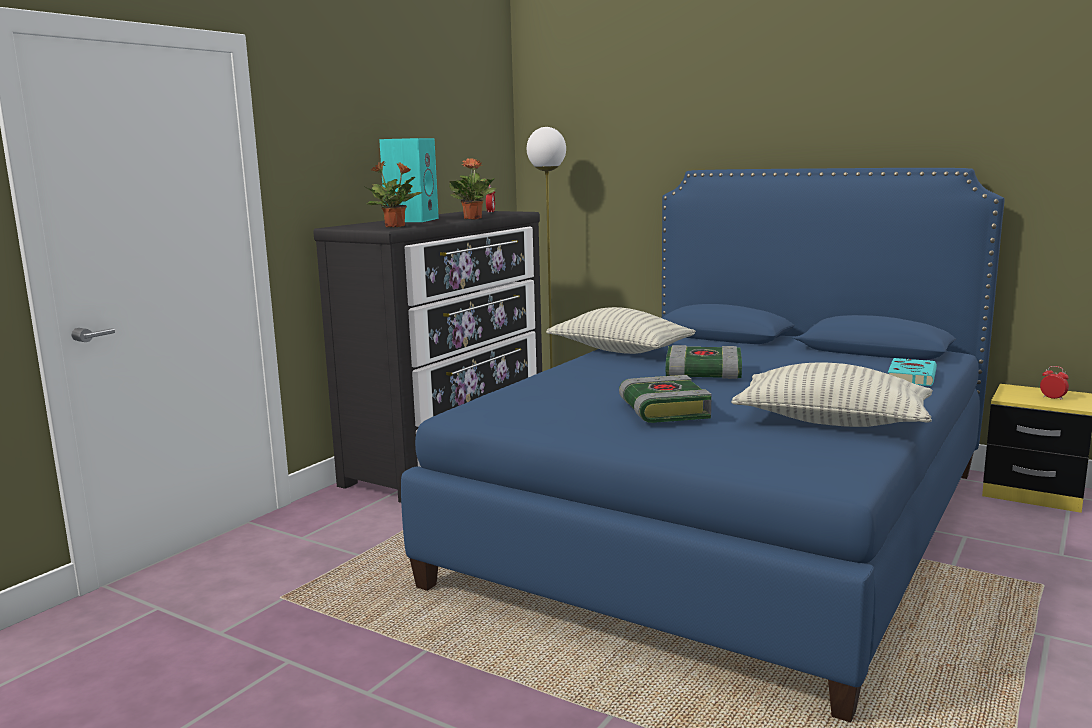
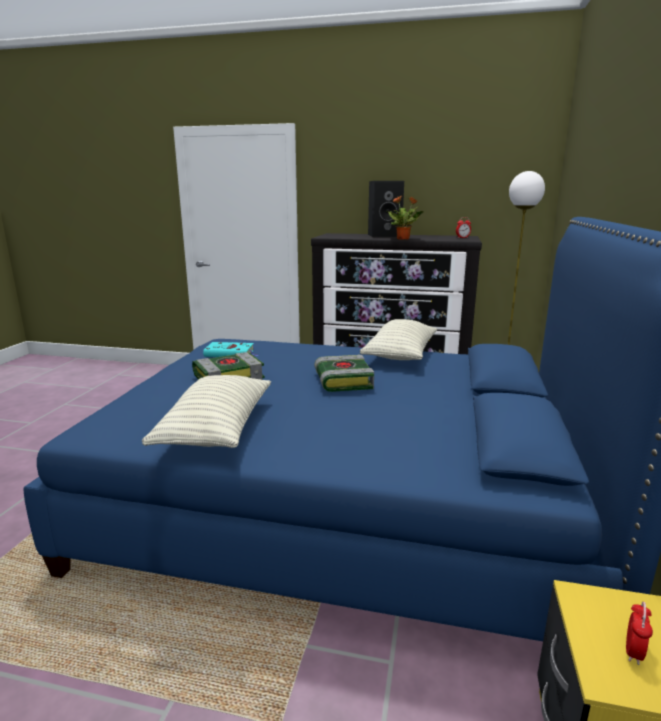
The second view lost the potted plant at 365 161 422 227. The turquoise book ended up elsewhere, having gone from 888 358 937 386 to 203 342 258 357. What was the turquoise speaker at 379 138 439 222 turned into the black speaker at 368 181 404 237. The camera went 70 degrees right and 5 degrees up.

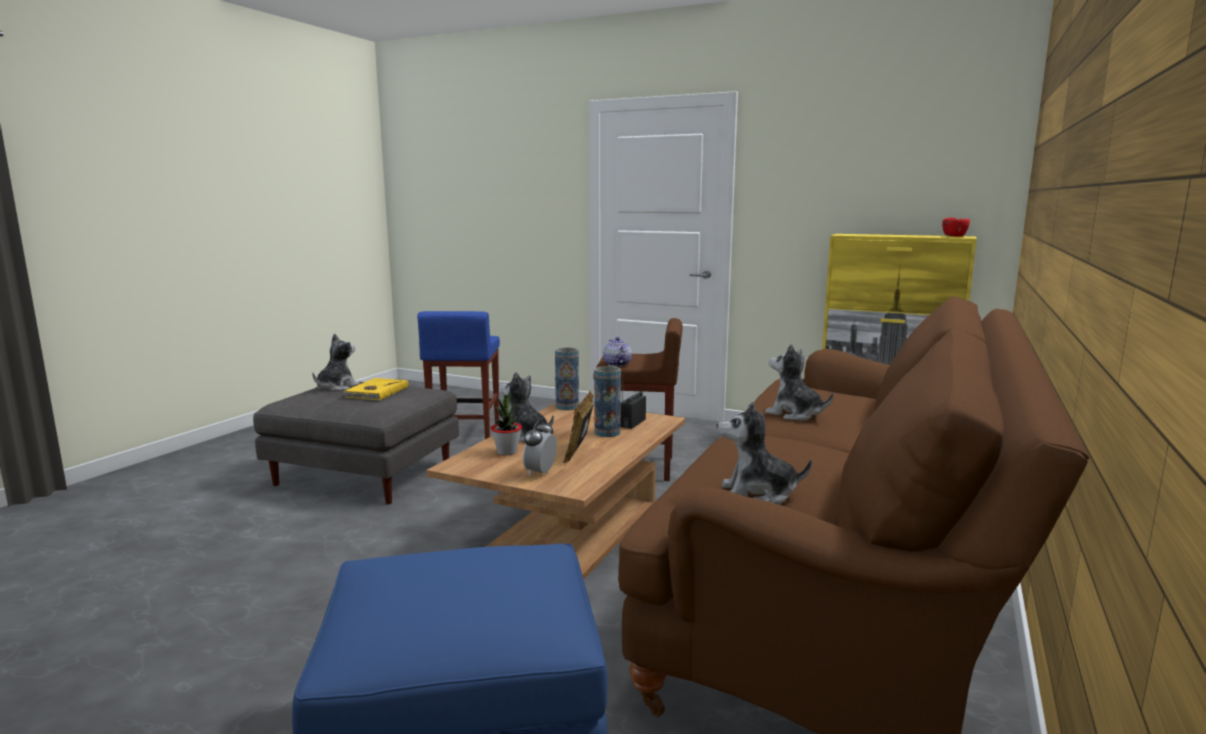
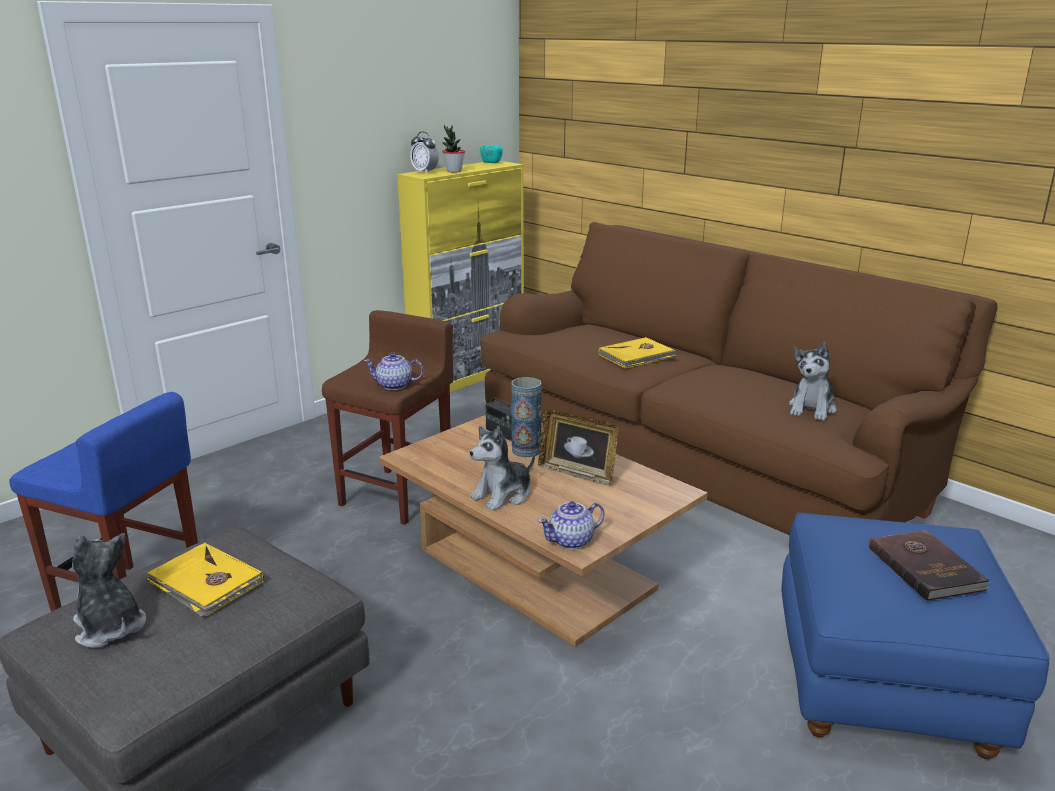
The second view lost the vase at 555 348 579 410. The second view gained the teapot at 538 501 604 549. The second view gained the brown book at 869 530 990 601. The potted plant ended up elsewhere, having gone from 491 392 522 455 to 442 125 465 173. The alarm clock ended up elsewhere, having gone from 523 418 557 476 to 410 132 439 174. Where the plush toy stood at 765 344 833 421, the yellow book came to stand at 599 337 677 369. What was the red bowl at 942 218 970 236 turned into the turquoise bowl at 480 145 503 163. The camera went 70 degrees left and 10 degrees up.

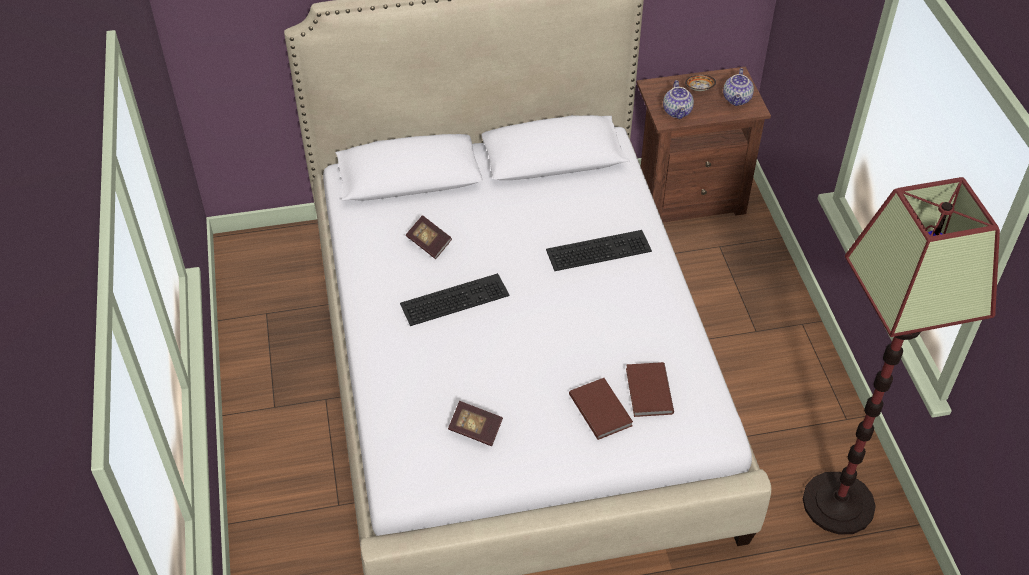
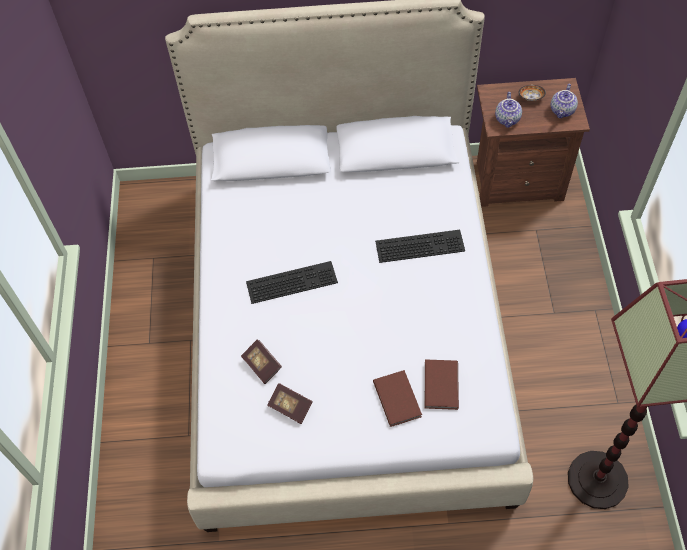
The book ended up elsewhere, having gone from 406 215 452 259 to 241 339 282 384. The camera went 10 degrees right and 10 degrees up.

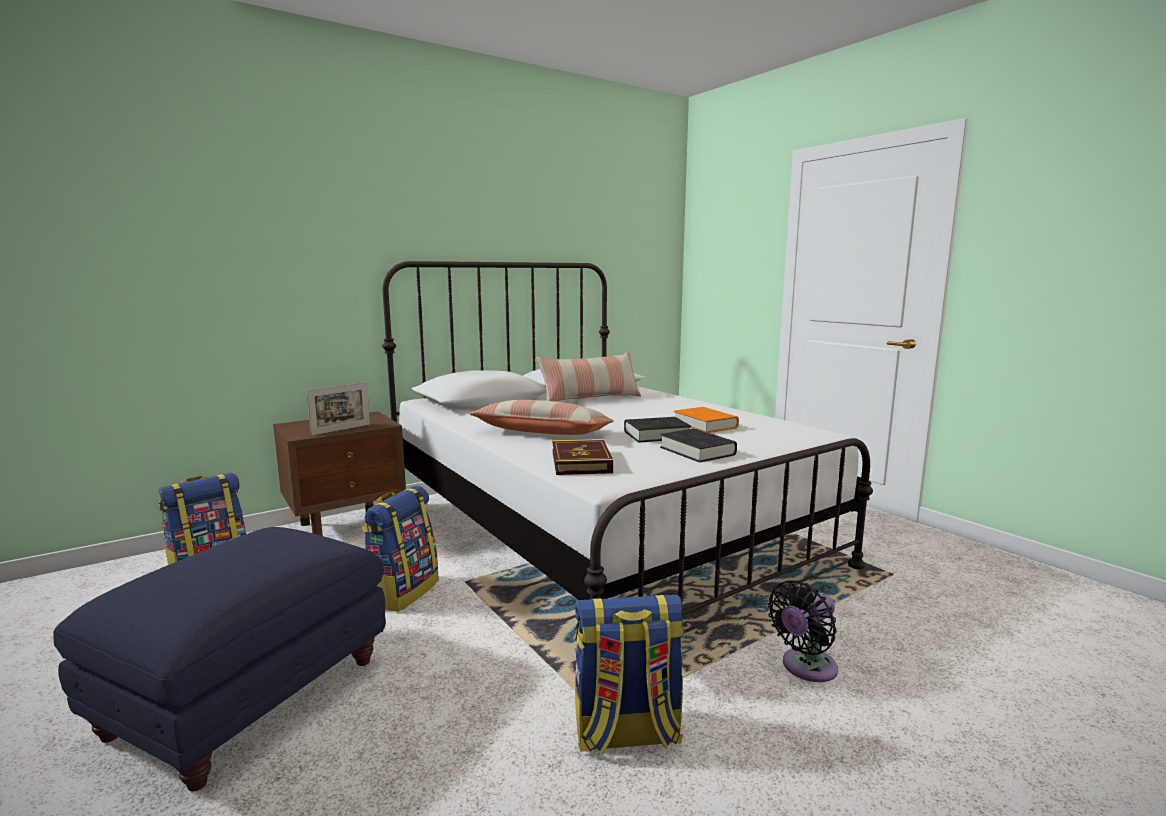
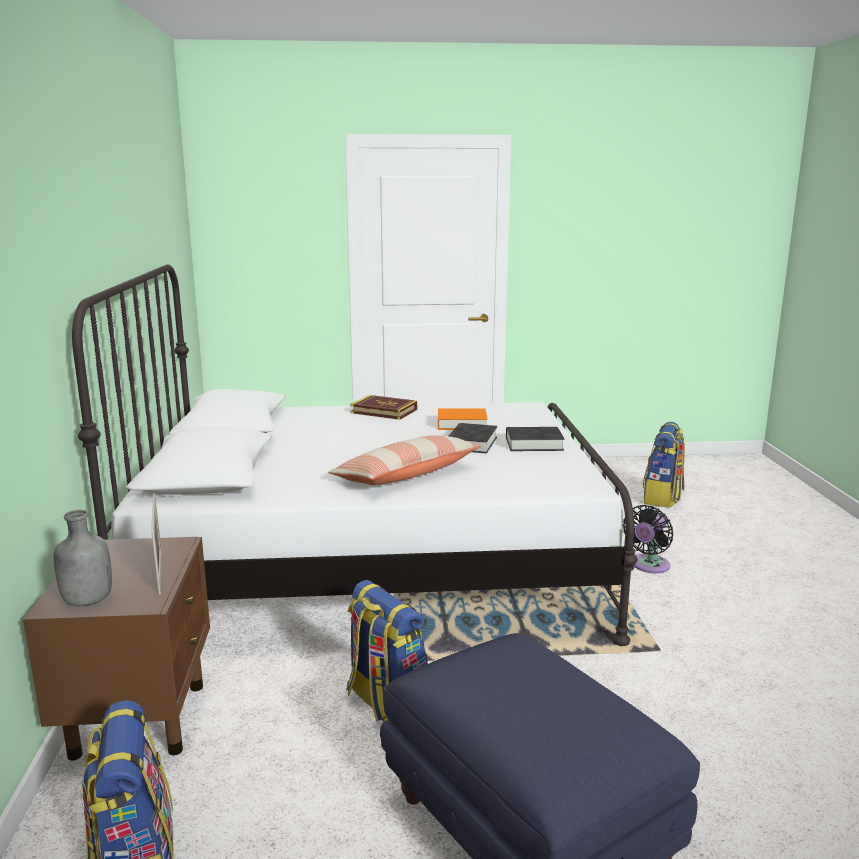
The second view lost the pillow at 536 352 641 402. The second view gained the grey bottle at 54 510 112 606. The book ended up elsewhere, having gone from 552 439 613 475 to 350 395 417 420. The backpack ended up elsewhere, having gone from 575 594 684 754 to 643 422 685 508. The black fan at 768 580 838 682 ended up facing another way, 45 degrees clockwise from before. The camera went 60 degrees left and 5 degrees up.

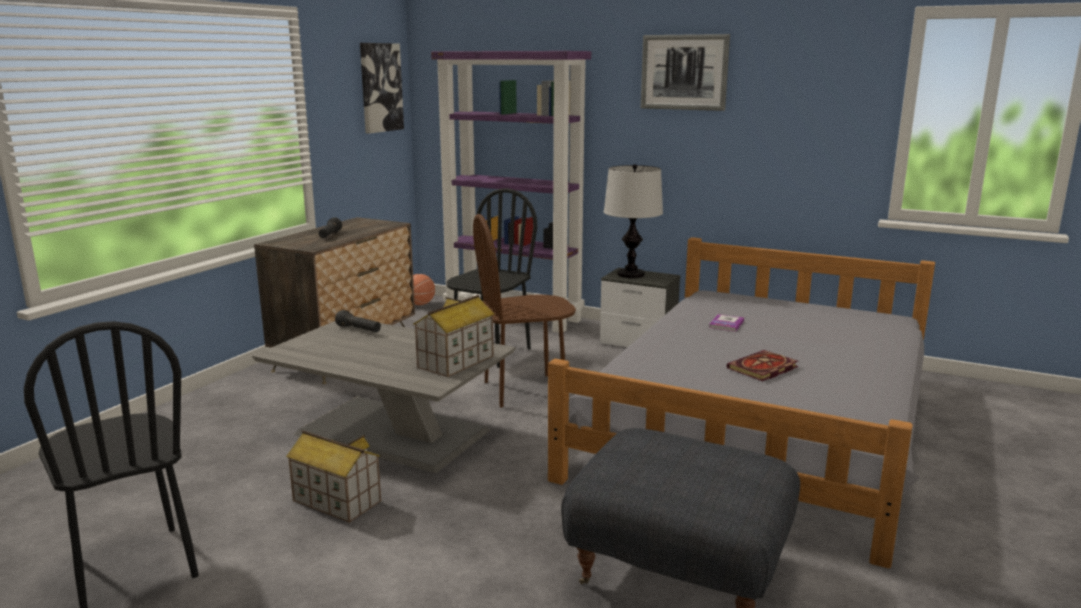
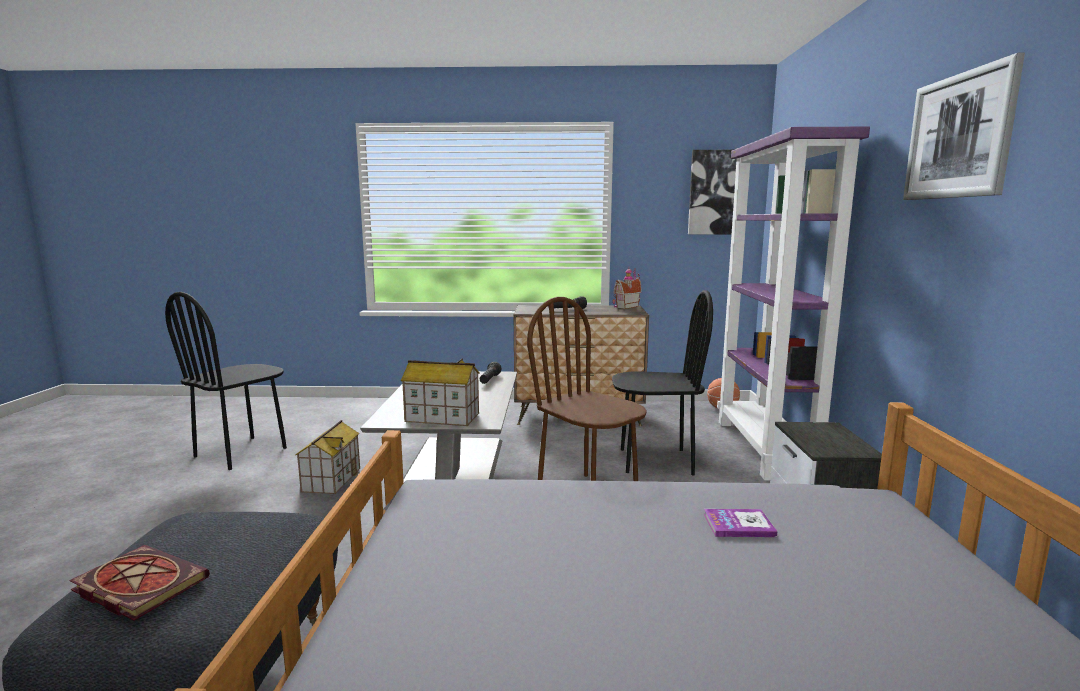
The second view lost the table lamp at 604 164 663 278. The second view gained the toy house at 613 267 642 309. The book ended up elsewhere, having gone from 727 350 799 381 to 69 545 210 621. The camera went 65 degrees right and 5 degrees down.

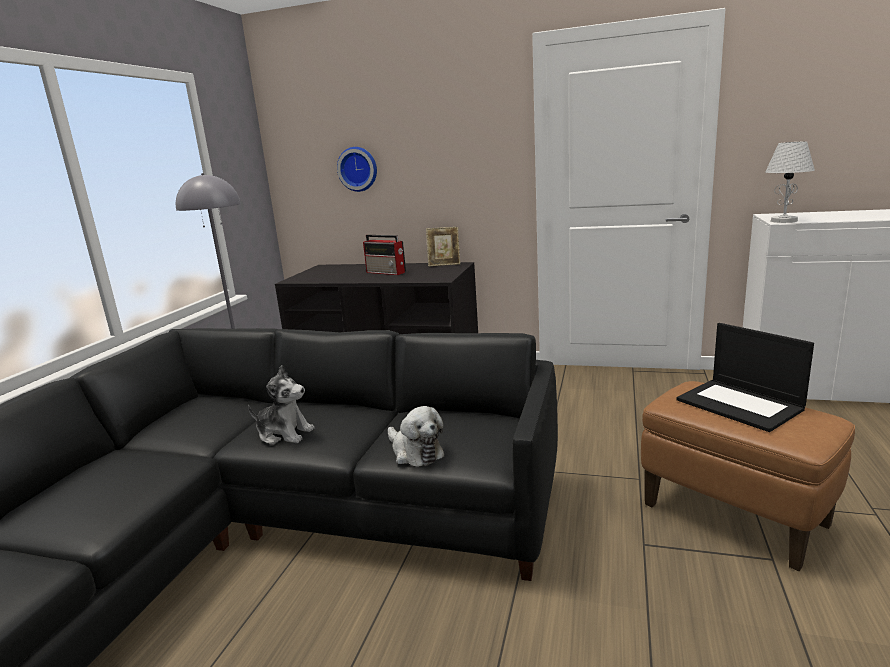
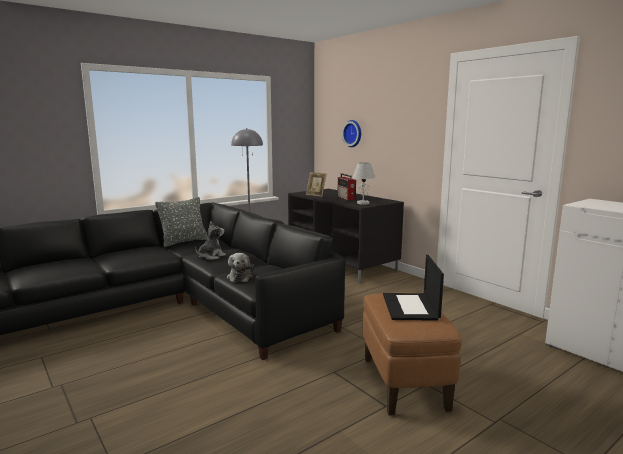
The second view gained the grey pillow at 155 197 208 247. The picture frame ended up elsewhere, having gone from 426 227 460 267 to 306 172 327 197. The white table lamp ended up elsewhere, having gone from 765 141 815 223 to 353 162 375 205. The plush toy at 248 365 315 445 ended up facing another way, 105 degrees counterclockwise from before. The camera went 35 degrees right and 5 degrees down.

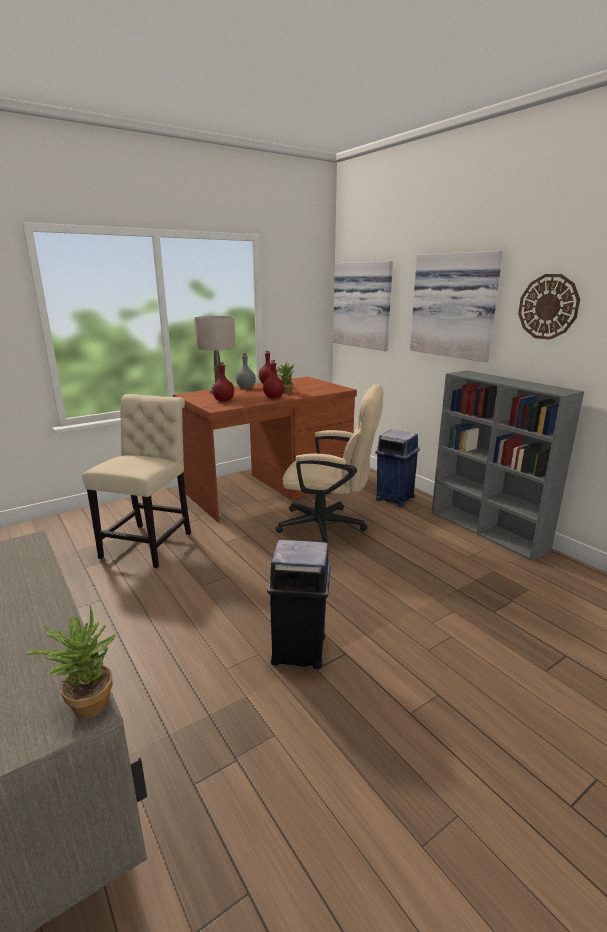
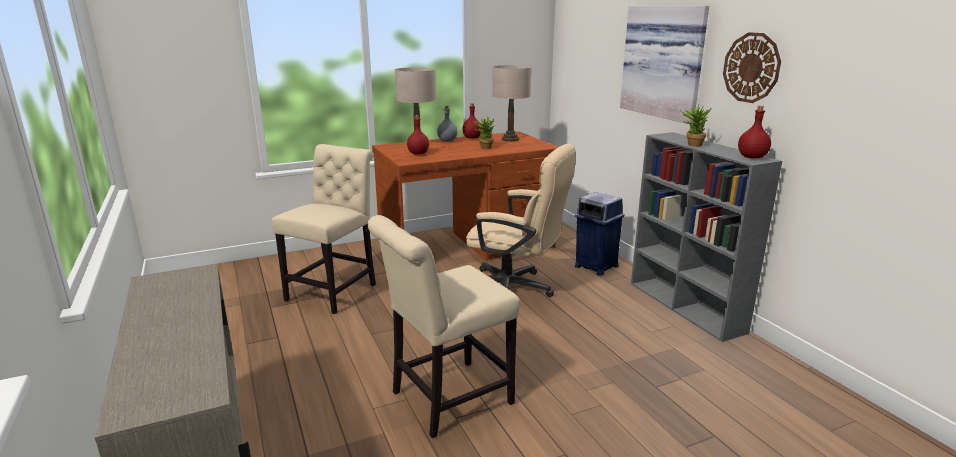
The second view lost the picture at 333 261 393 351. The second view gained the beige table lamp at 492 65 531 142. The potted plant ended up elsewhere, having gone from 26 604 116 719 to 681 104 711 147. The red bottle ended up elsewhere, having gone from 263 360 284 398 to 738 106 771 159. Where the blue trash can stood at 267 540 331 669, the beige chair came to stand at 368 215 520 438. The camera went 10 degrees right and 0 degrees up.

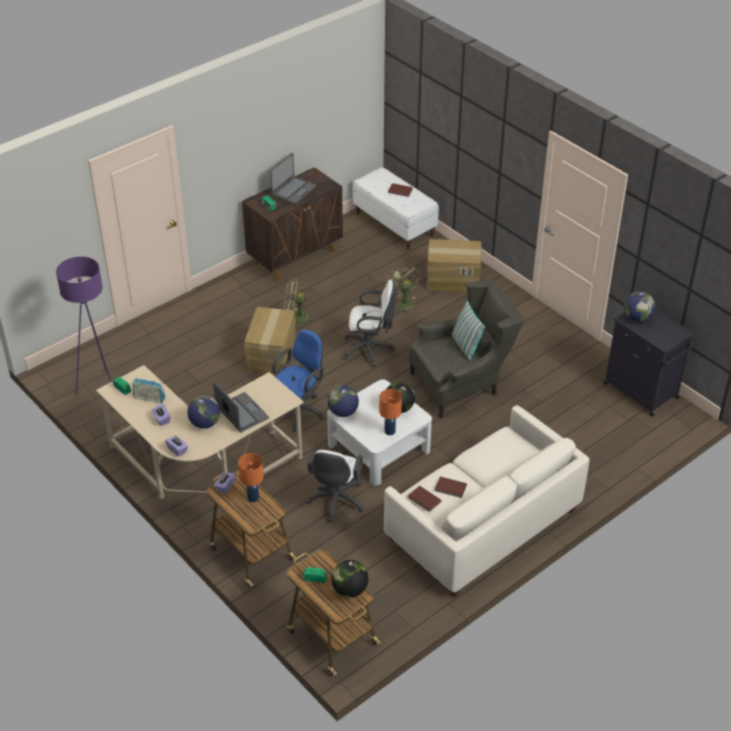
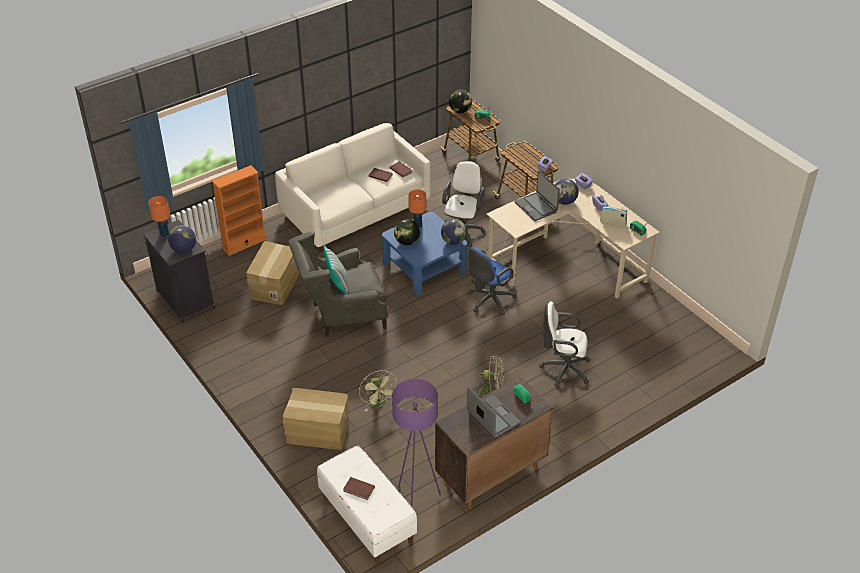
The second view gained the orange bookcase at 212 165 267 256. The purple floor lamp ended up elsewhere, having gone from 56 257 112 395 to 392 379 441 507. The orange table lamp ended up elsewhere, having gone from 238 453 264 502 to 148 196 170 237. The cardboard box ended up elsewhere, having gone from 244 307 296 375 to 247 241 299 305. The white office chair ended up elsewhere, having gone from 342 280 396 366 to 539 302 590 387. What was the white coffee table at 327 379 432 486 turned into the blue coffee table at 382 212 467 296. The laptop at 270 153 317 205 ended up facing another way, 105 degrees clockwise from before. The camera went 175 degrees left and 0 degrees up.

